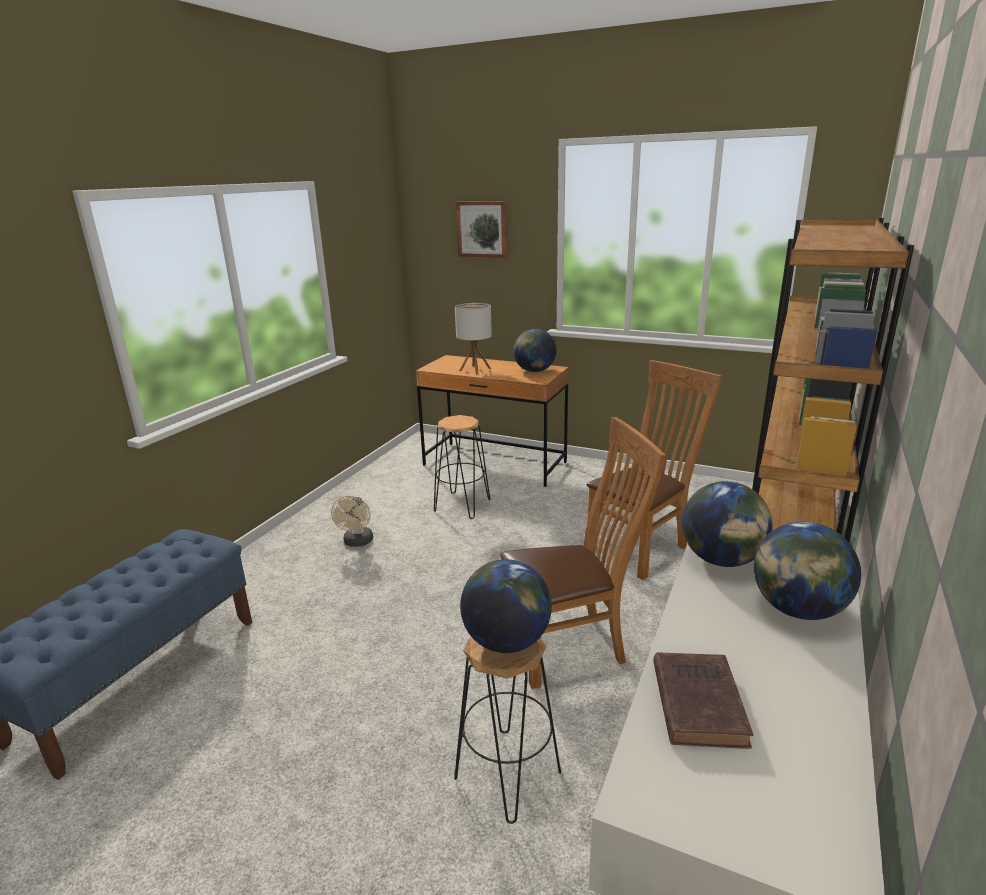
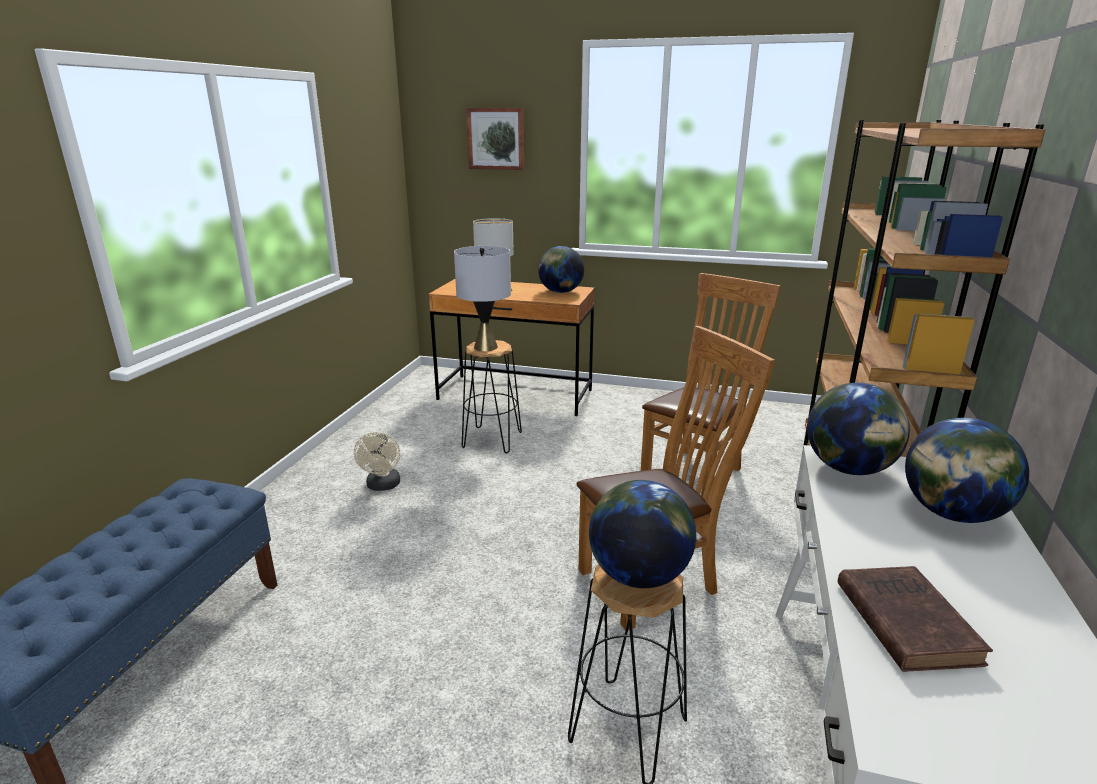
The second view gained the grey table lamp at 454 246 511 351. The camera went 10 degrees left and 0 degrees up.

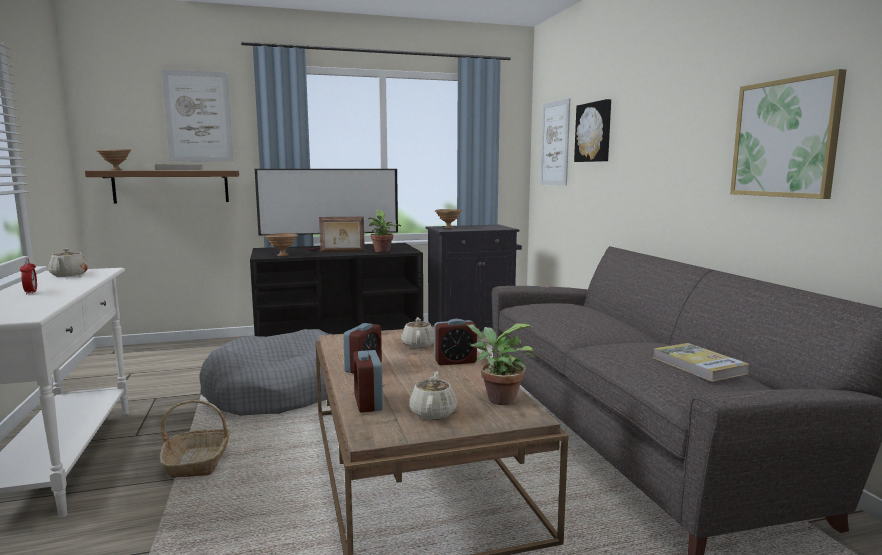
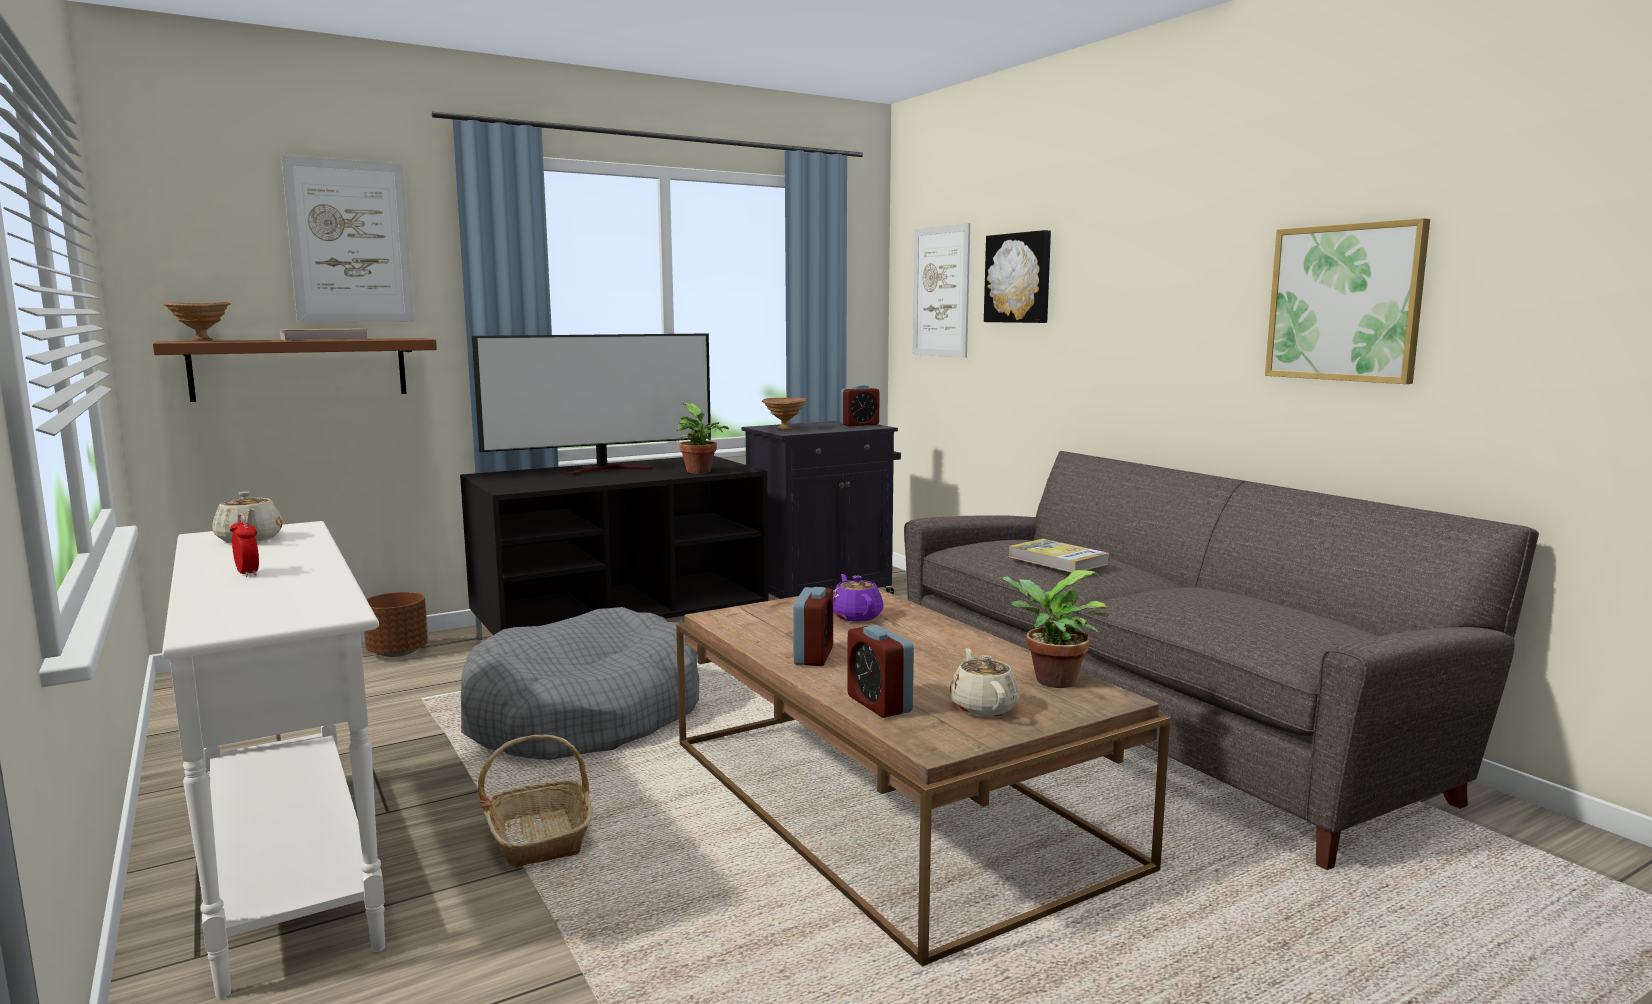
The second view lost the brown bowl at 264 233 299 256. The second view lost the picture frame at 319 217 365 252. The second view gained the brown planter at 364 592 428 657. The alarm clock ended up elsewhere, having gone from 434 319 477 365 to 841 385 880 426. The book ended up elsewhere, having gone from 653 343 750 382 to 1008 539 1110 572. What was the beige teapot at 401 317 434 348 turned into the purple teapot at 833 574 884 622. The camera went 15 degrees left and 0 degrees up.

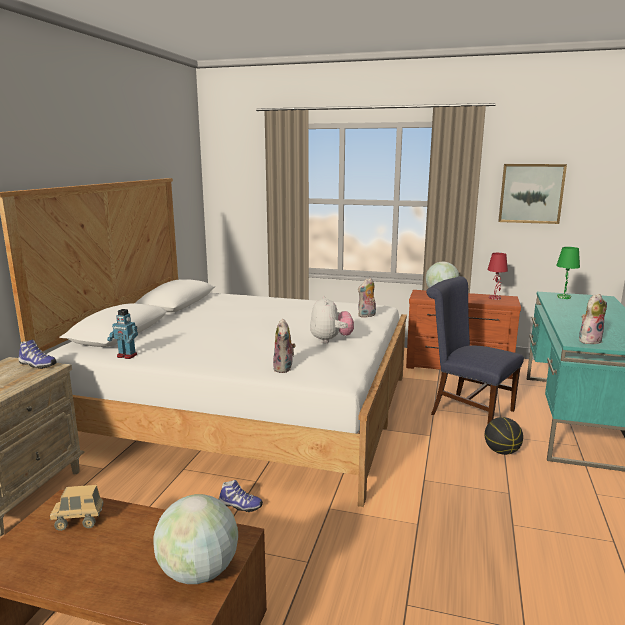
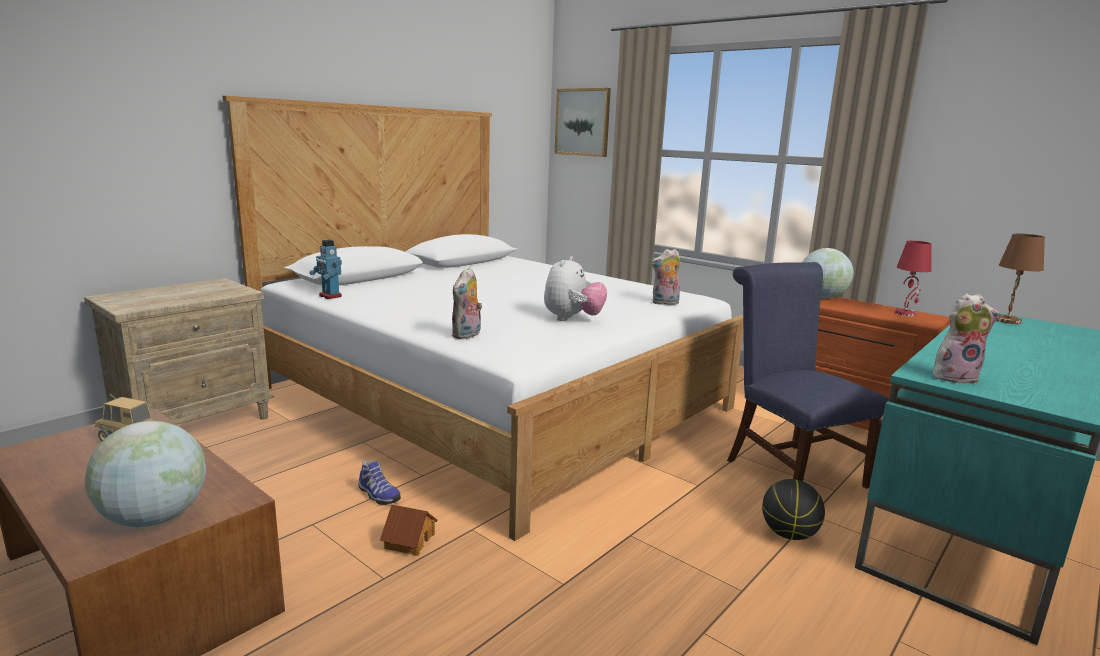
The second view lost the shoe at 18 339 57 369. The second view gained the toy house at 380 504 437 556. The picture ended up elsewhere, having gone from 498 164 567 224 to 554 88 611 157. What was the green table lamp at 556 247 580 299 turned into the brown table lamp at 996 233 1045 324. The camera went 25 degrees right and 0 degrees up.

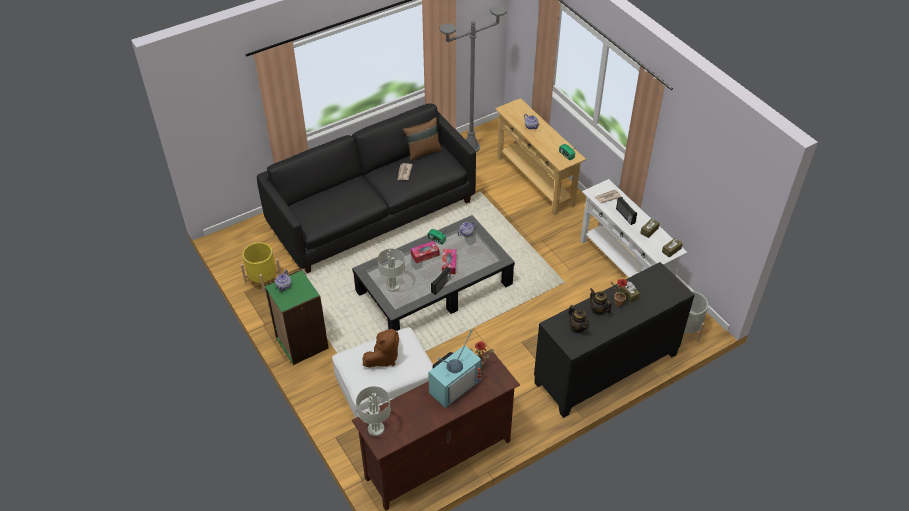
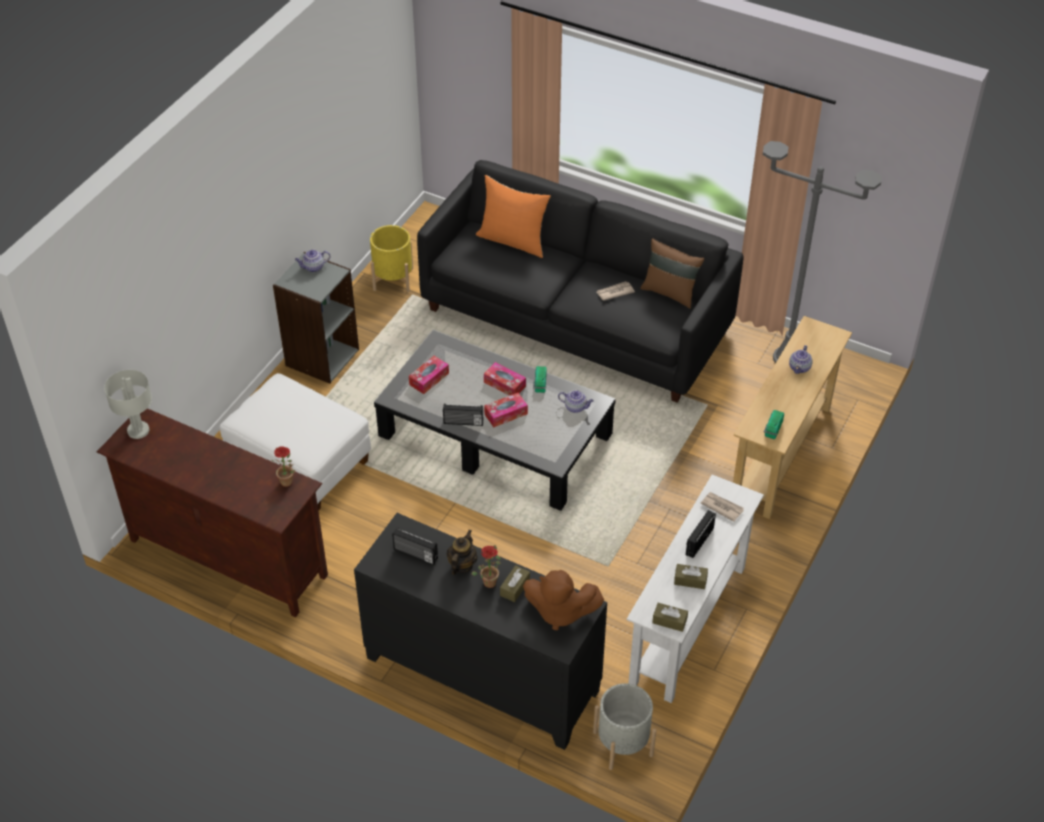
The second view lost the television at 428 330 482 408. The second view gained the orange pillow at 476 175 551 258. The brown plush toy ended up elsewhere, having gone from 363 329 399 367 to 523 570 604 630. Where the grey table lamp stood at 377 249 405 292, the tissue box came to stand at 409 356 449 394. Where the teapot stood at 568 305 590 333, the radio came to stand at 392 527 438 565. What was the green bookcase at 264 269 329 365 turned into the grey bookcase at 273 252 359 384. The camera went 60 degrees right and 0 degrees up.

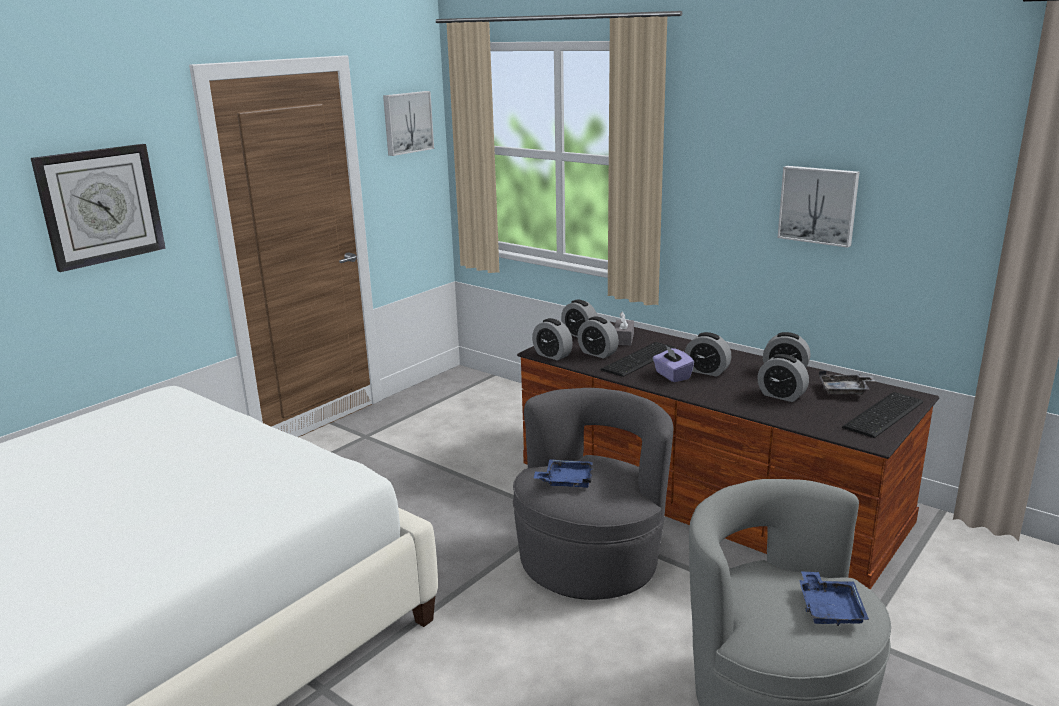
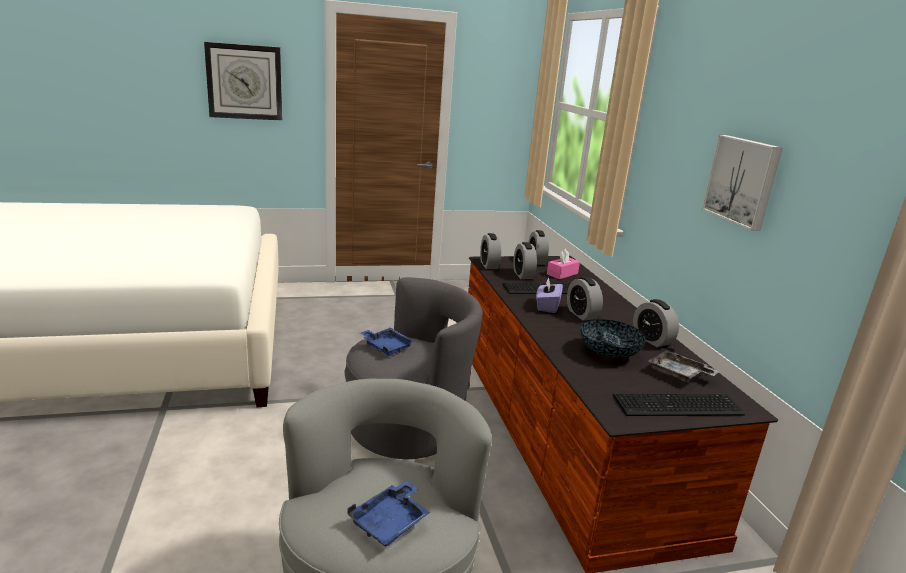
The second view lost the picture at 383 91 434 156. Where the alarm clock stood at 757 354 809 402, the bowl came to stand at 580 319 646 358. What was the grey tissue box at 614 312 634 346 turned into the pink tissue box at 547 249 580 279. The camera went 35 degrees right and 0 degrees up.

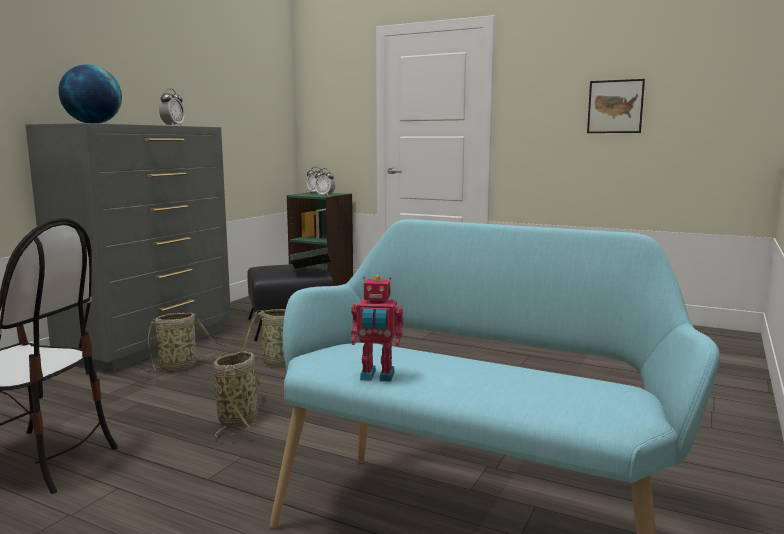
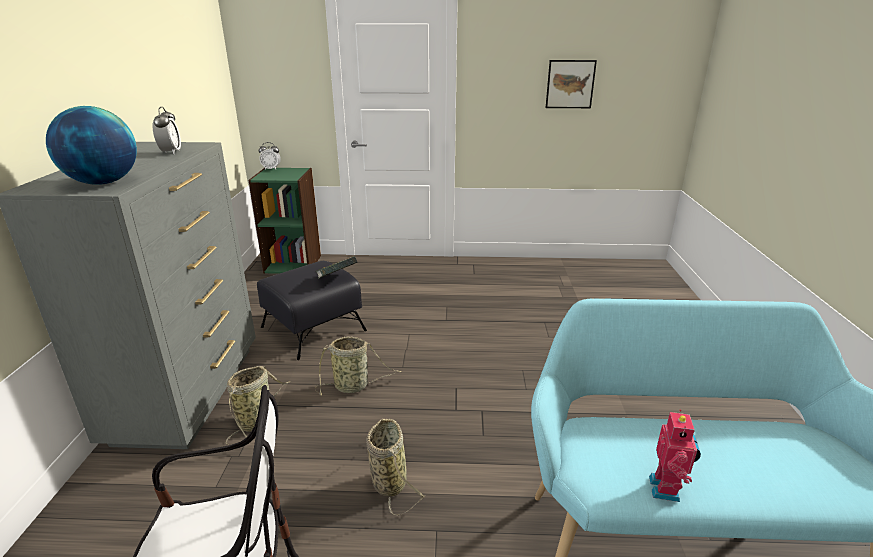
The second view lost the alarm clock at 315 168 335 196. The toy robot at 351 275 404 382 ended up facing another way, 60 degrees counterclockwise from before. The camera went 25 degrees left and 15 degrees up.

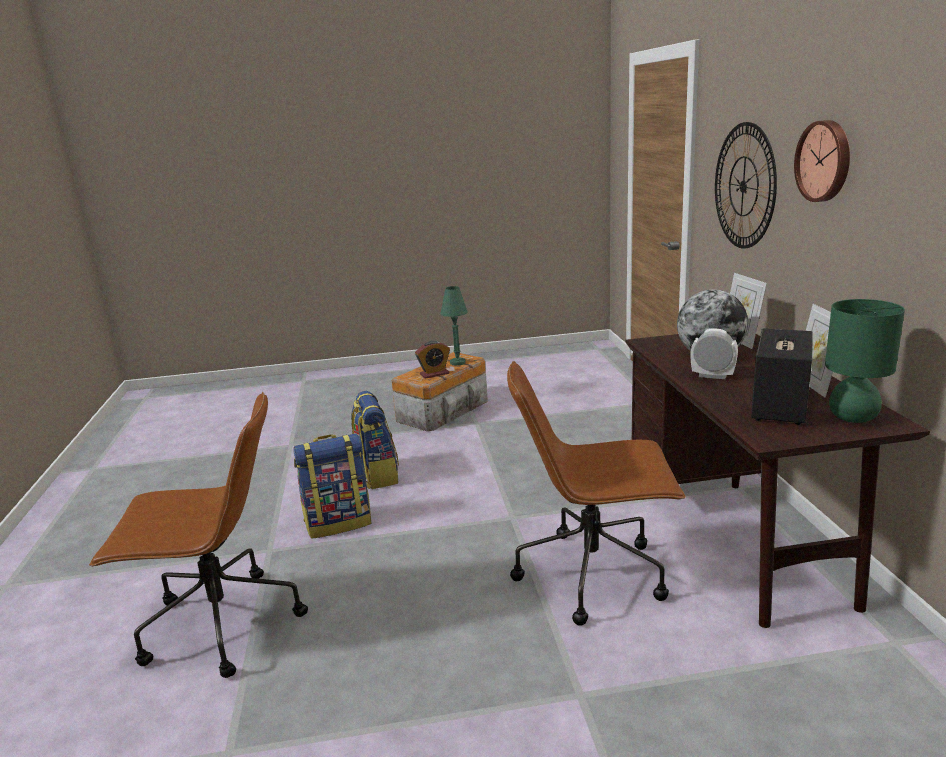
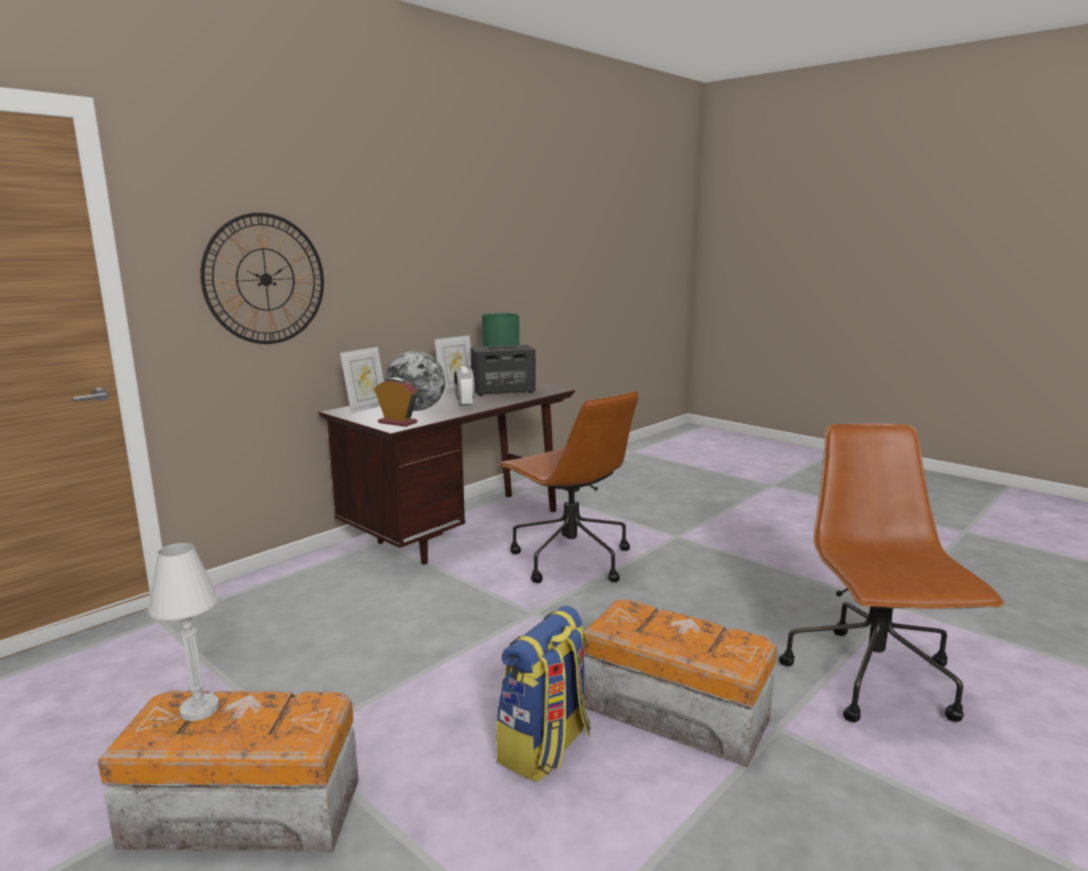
The second view lost the wall clock at 794 120 850 202. The alarm clock ended up elsewhere, having gone from 415 341 450 379 to 375 378 418 427. Where the backpack stood at 293 433 371 539, the storage box came to stand at 583 599 777 767. What was the green table lamp at 440 286 468 366 turned into the white table lamp at 148 543 219 721. The brown office chair at 89 392 308 678 ended up facing another way, 45 degrees clockwise from before. The camera went 130 degrees left and 5 degrees down.

